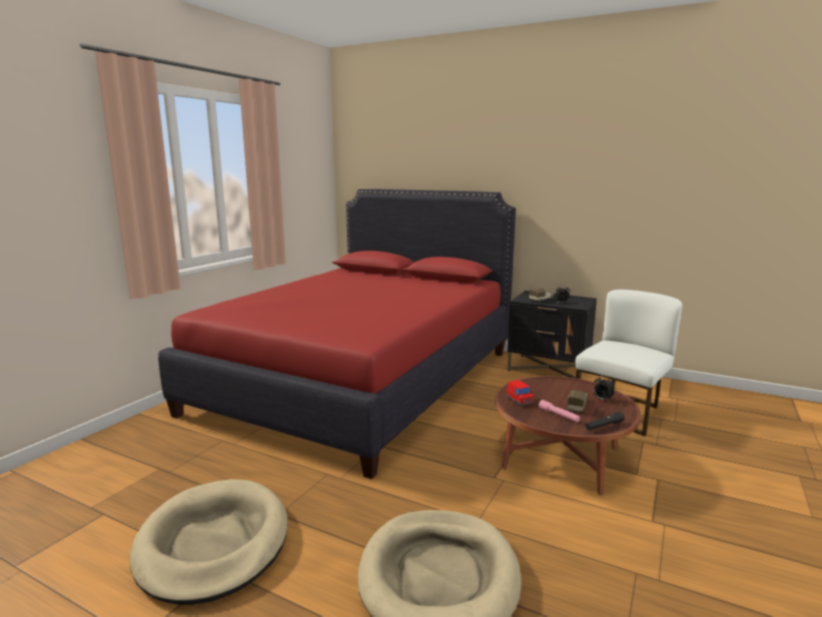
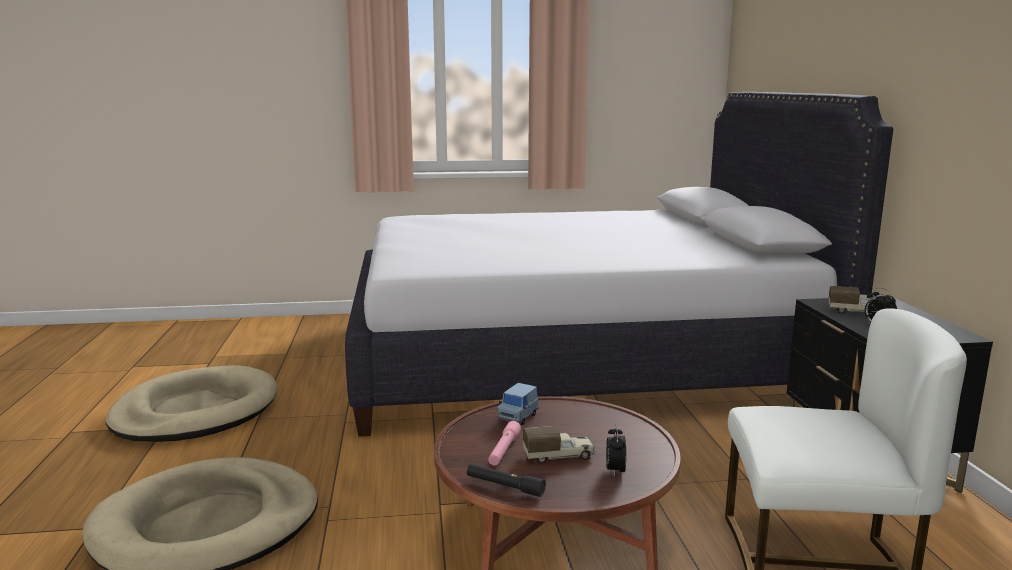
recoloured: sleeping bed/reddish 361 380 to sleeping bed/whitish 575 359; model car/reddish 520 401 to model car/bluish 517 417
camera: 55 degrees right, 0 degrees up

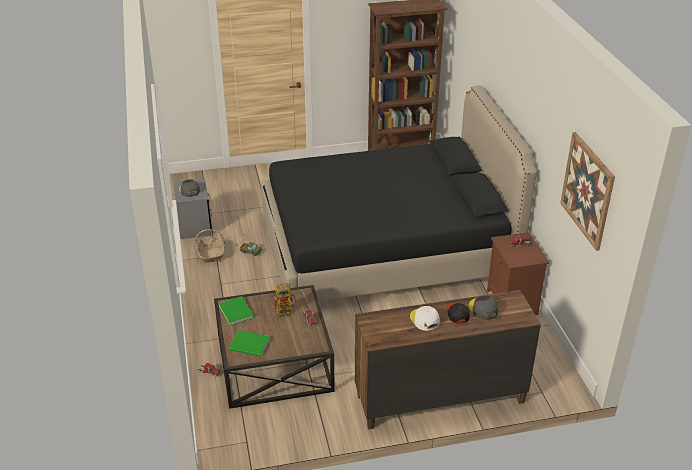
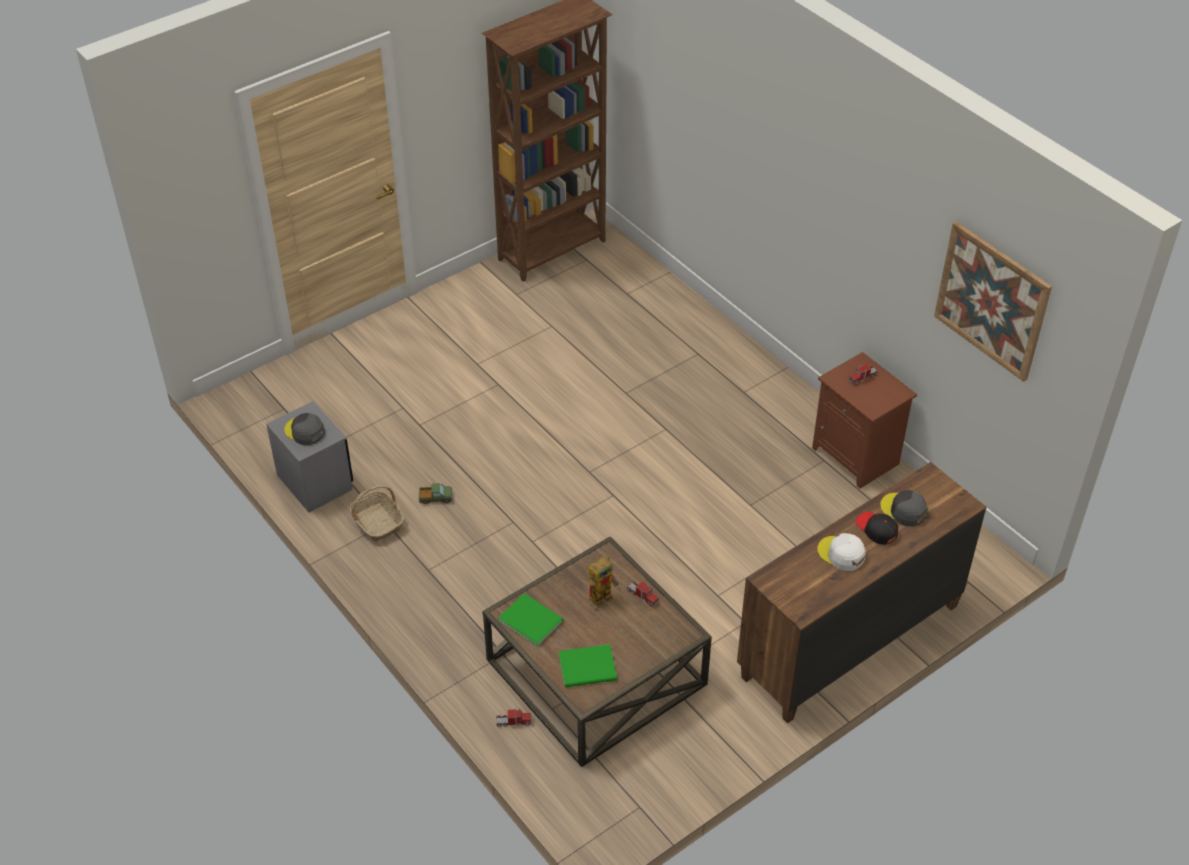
removed: sleeping bed/blackish 385 248
camera: 25 degrees left, 10 degrees up

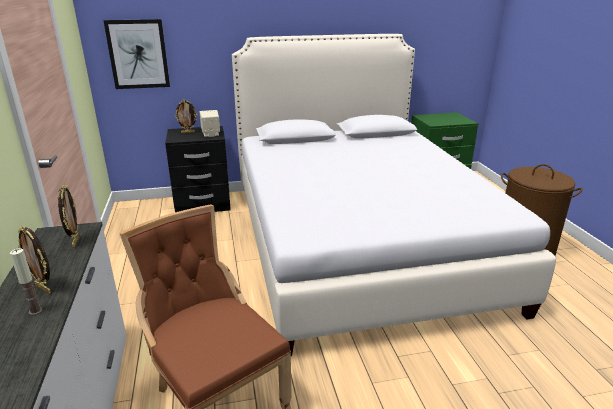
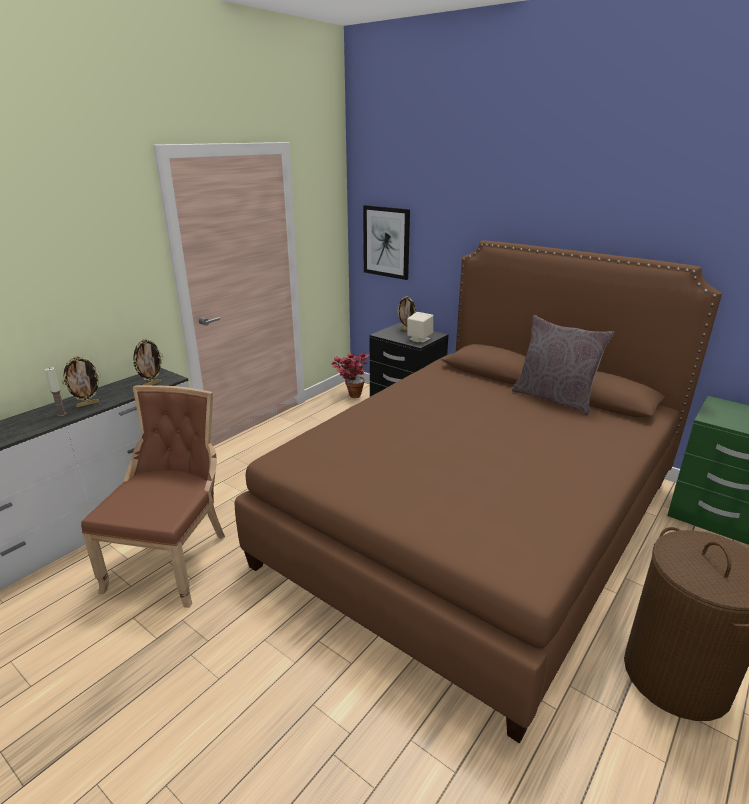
added: houseplant 350 395; pillow/grey 554 398
recoloured: sleeping bed/whitish 356 242 to sleeping bed/brown-coloured 476 520
turned: picture frame 44 288 = 88 404 120 degrees counterclockwise
camera: 50 degrees right, 0 degrees up

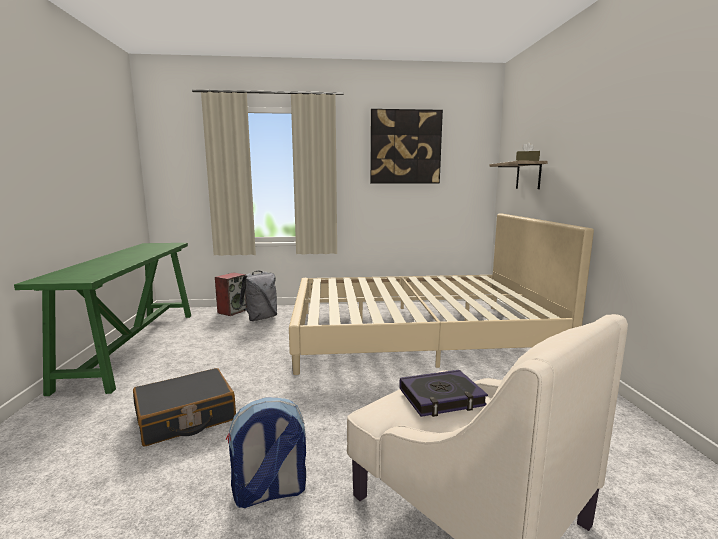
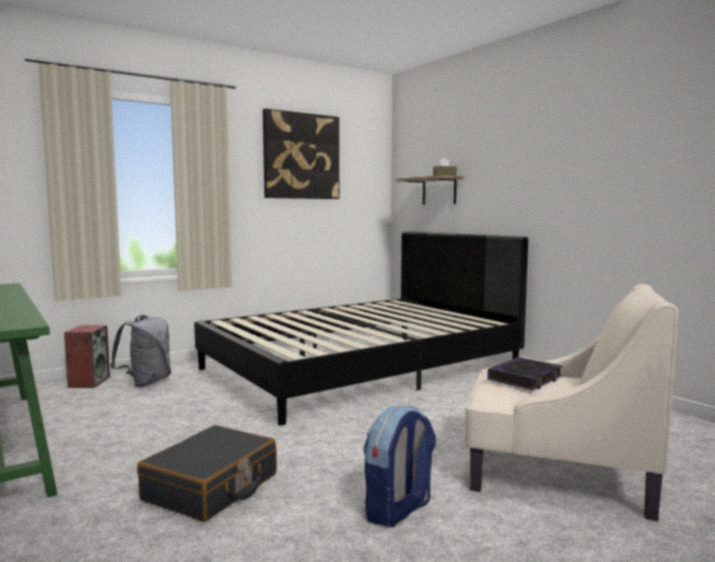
recoloured: sleeping bed/beige-coloured 416 334 to sleeping bed/blackish 360 368
camera: 30 degrees left, 5 degrees down

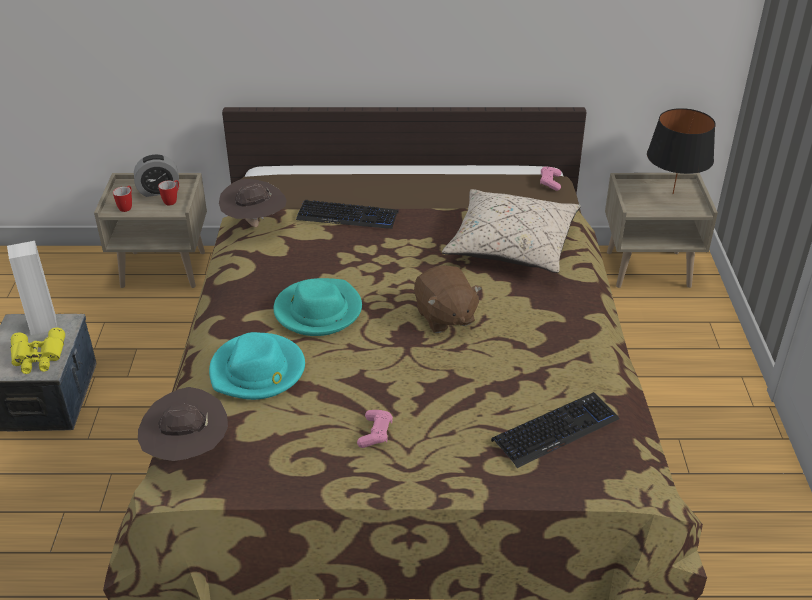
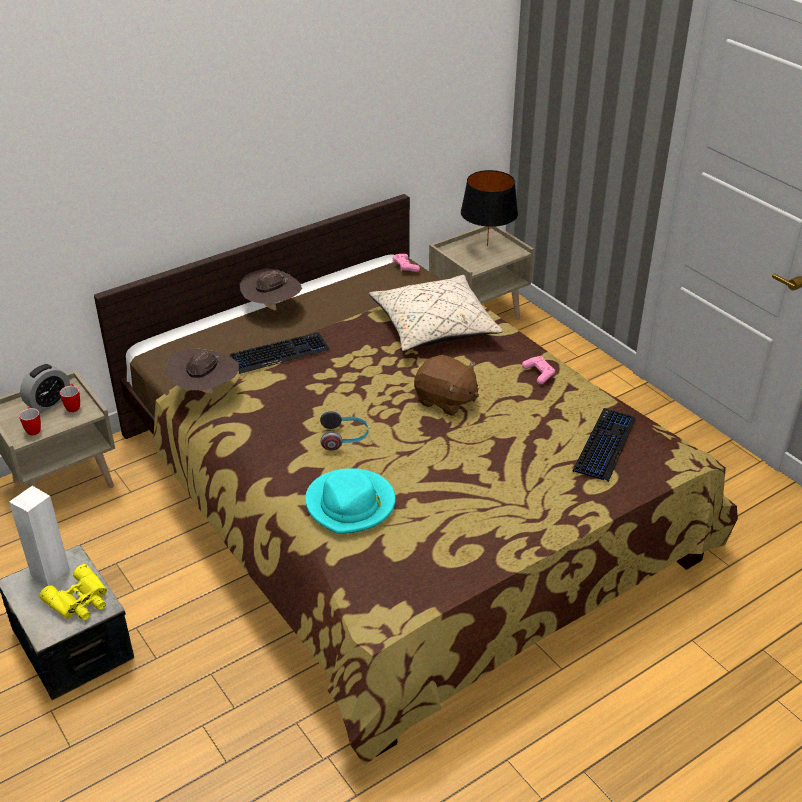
moved: clothing hat/brown-coloured 187 452 to 272 308; joypad/pink-coloured 375 433 to 539 374
replaced: clothing hat/turquoise-coloured 318 311 to headphones 344 438
camera: 35 degrees left, 0 degrees up

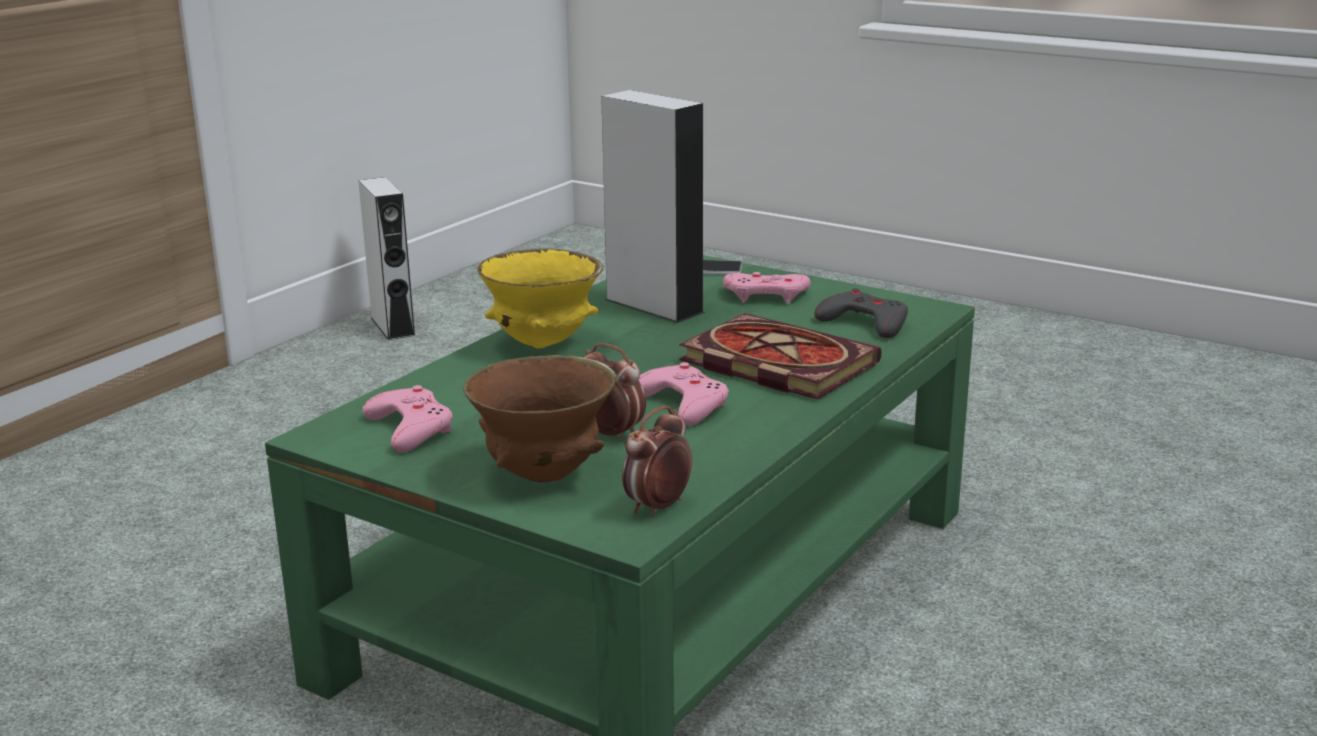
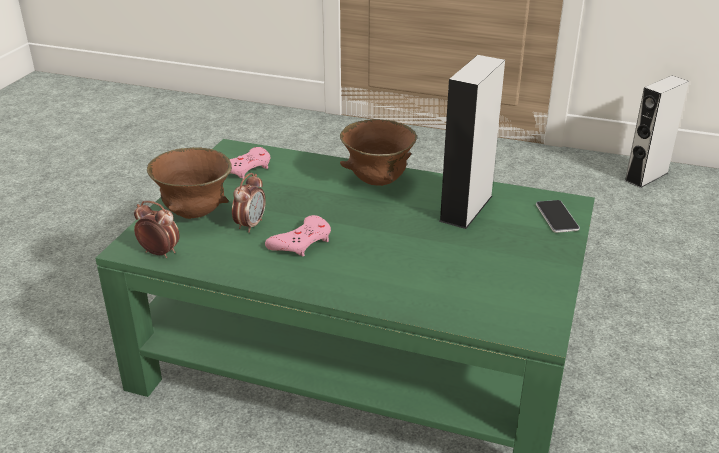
removed: bound book 773 363; joypad/pink-coloured 766 295; joypad/grey 864 323
recoloured: serving bowl/yellowish 542 344 to serving bowl/brown-coloured 377 182
camera: 75 degrees right, 10 degrees up

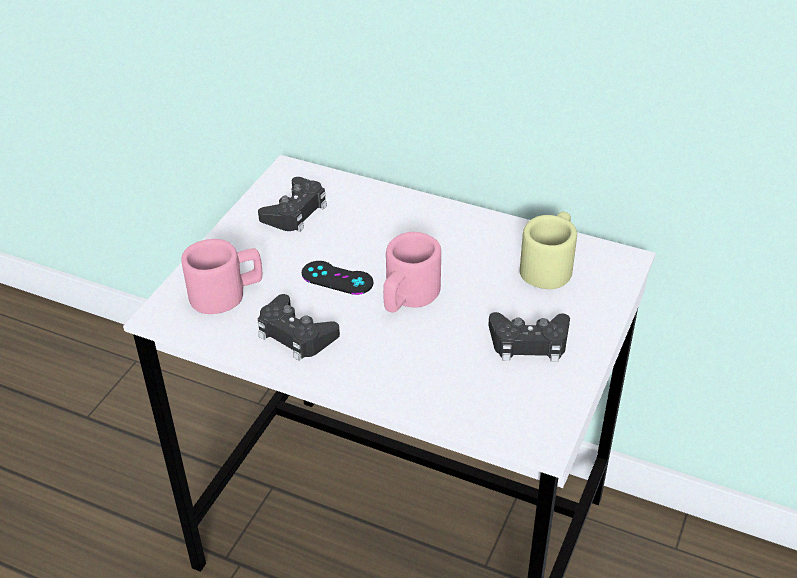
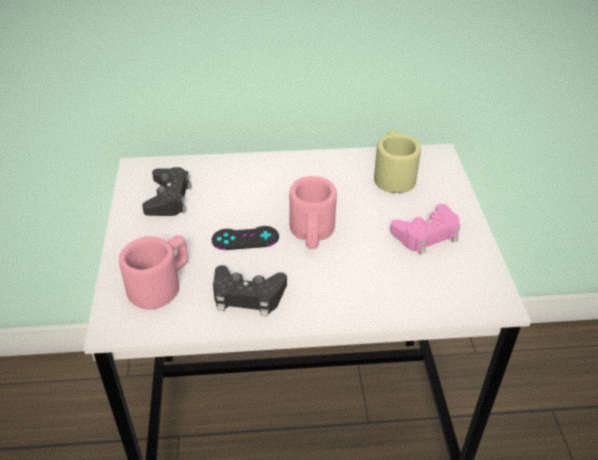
recoloured: joypad/blackish 529 342 to joypad/pink-coloured 426 234
camera: 30 degrees left, 0 degrees up

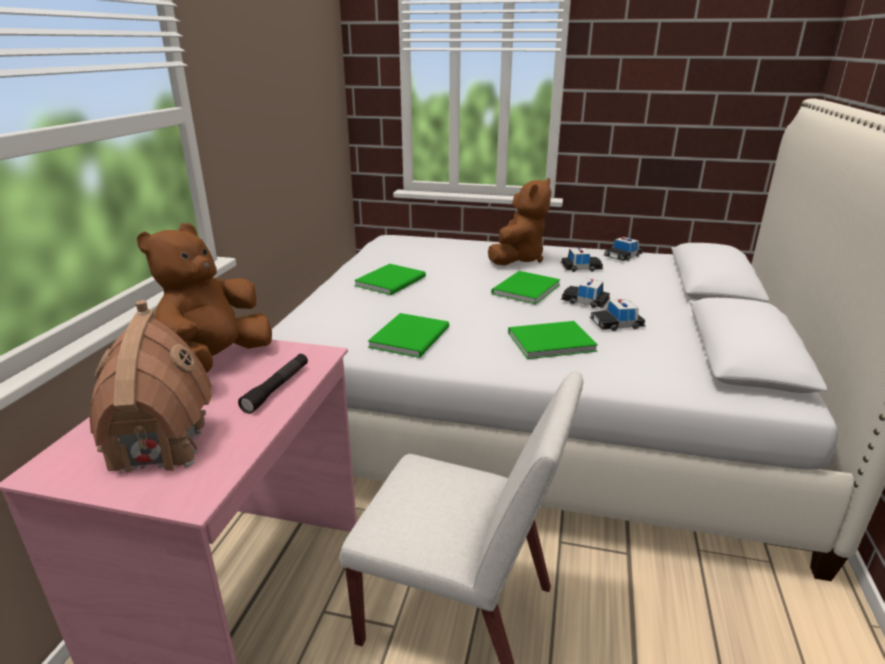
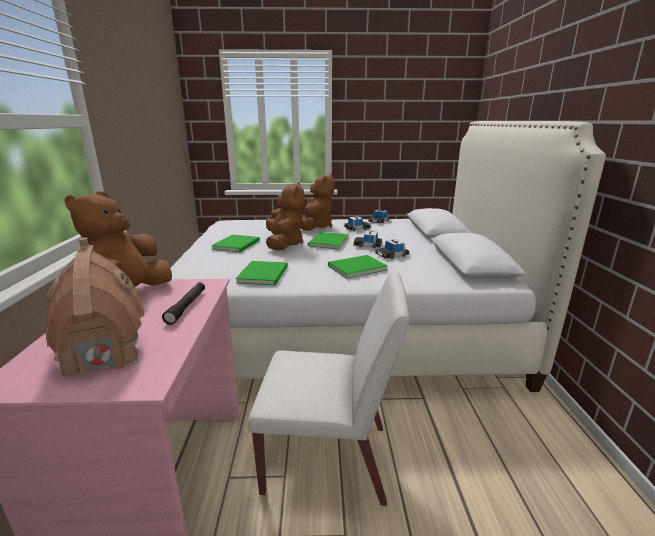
added: cuddly toy/brown-coloured 284 244
camera: 15 degrees left, 5 degrees down

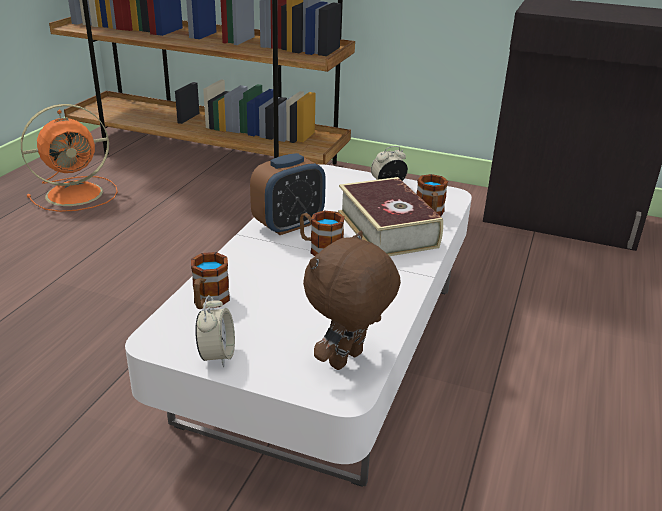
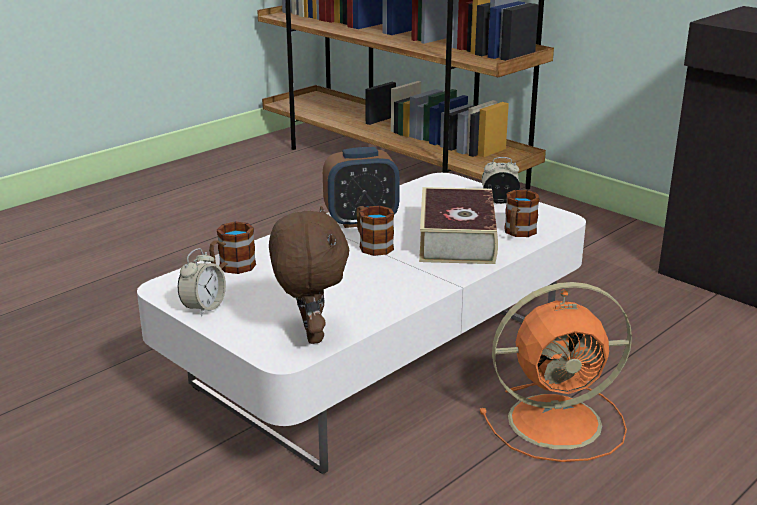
moved: fan/orangey 77 193 to 559 421
turned: cuddly toy/brown-coloured 347 361 = 309 334 105 degrees clockwise
camera: 25 degrees right, 5 degrees down

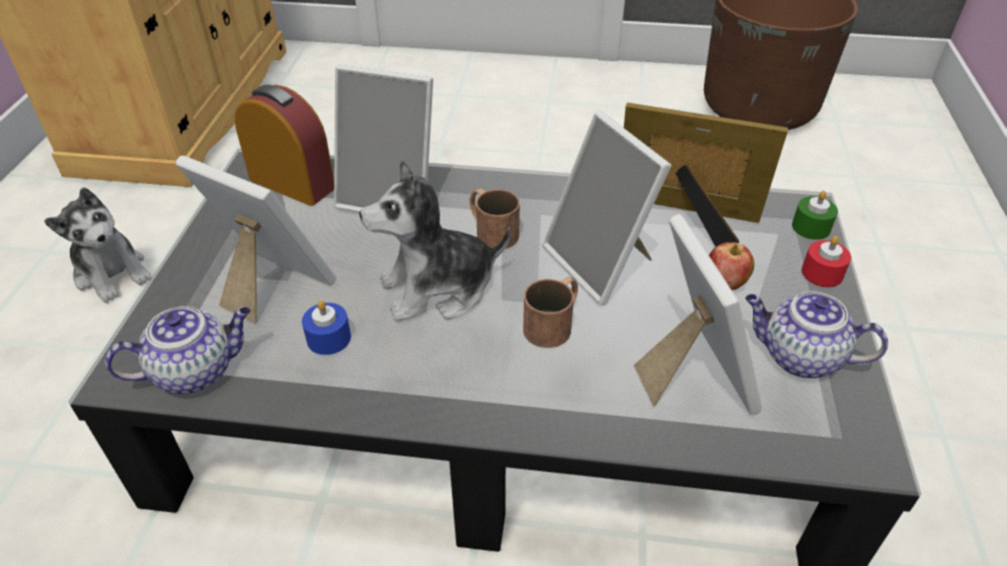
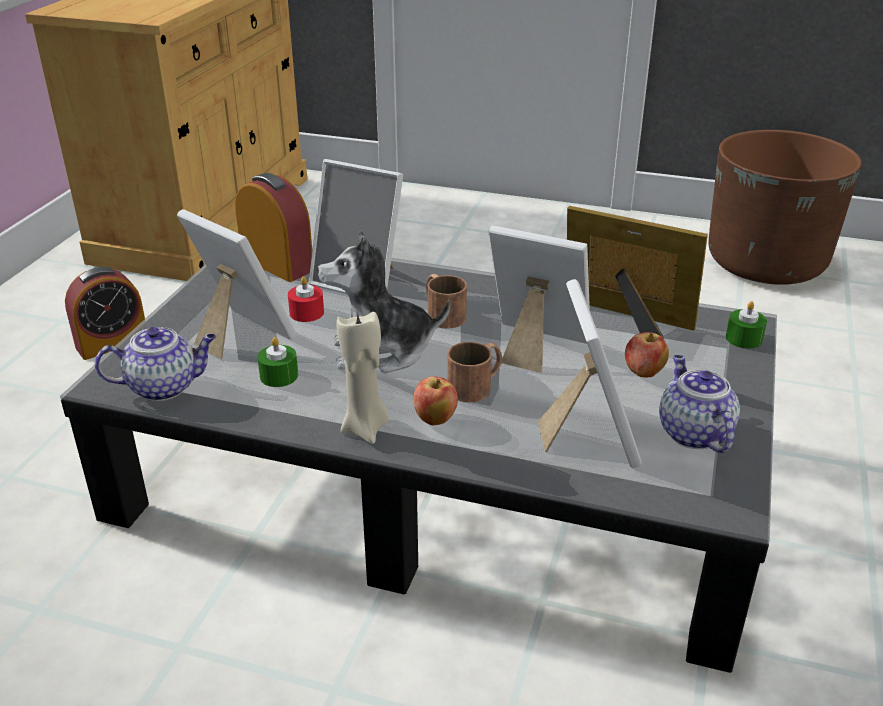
added: wax candle/beige-coloured 366 428; apple 435 419
moved: wax candle/reddish 822 273 to 306 313
replaced: cuddly toy 112 273 to bedside clock 112 343
recoloured: wax candle/bluish 329 338 to wax candle/greenish 279 376
turned: picture frame 601 263 = 534 347 135 degrees clockwise; tea pot 799 357 = 692 433 45 degrees clockwise
camera: 10 degrees right, 10 degrees down

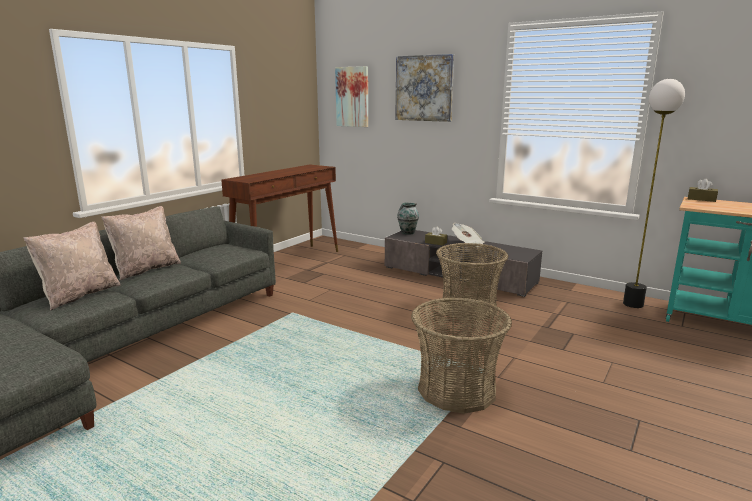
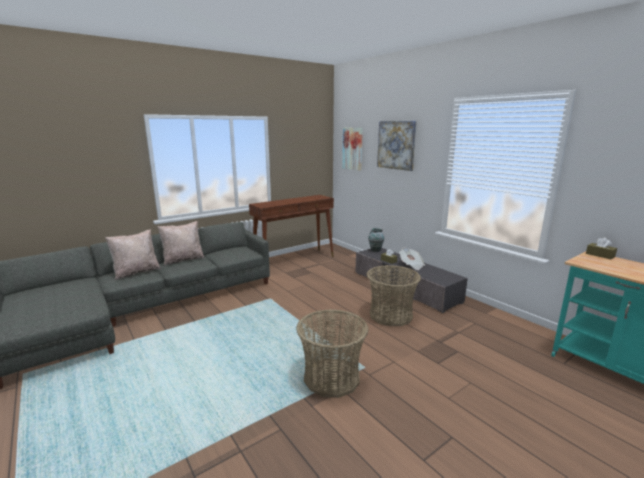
removed: floor lamp 633 304
camera: 20 degrees right, 0 degrees up

